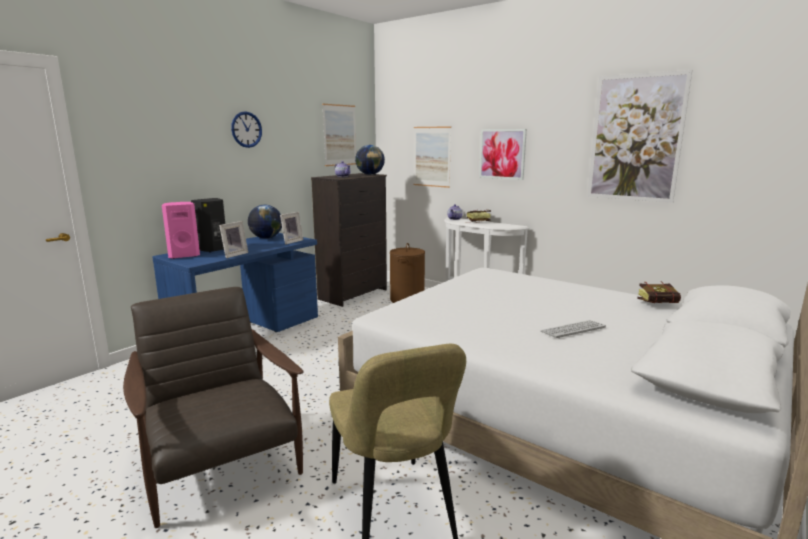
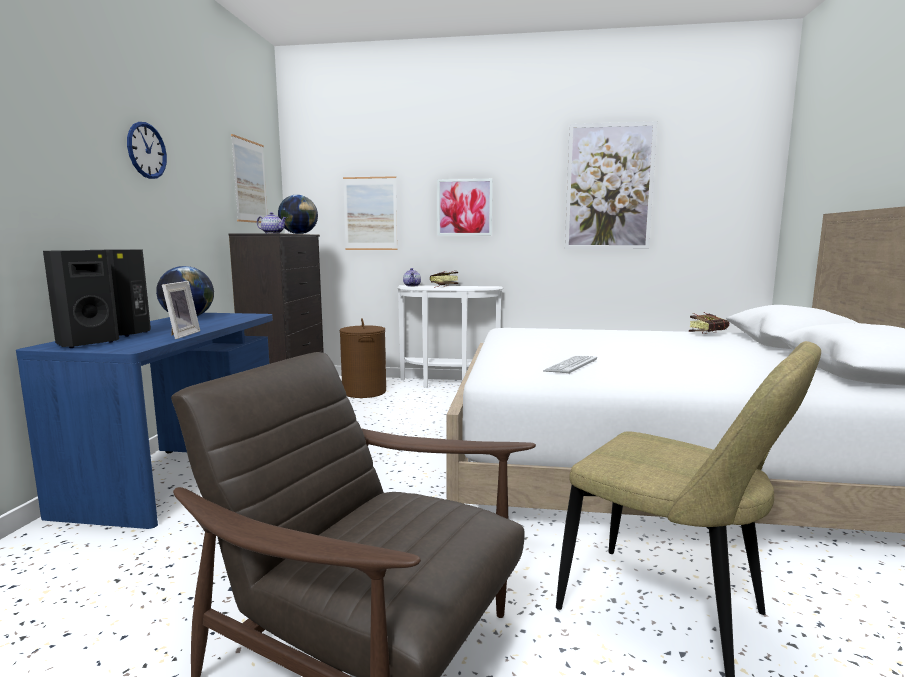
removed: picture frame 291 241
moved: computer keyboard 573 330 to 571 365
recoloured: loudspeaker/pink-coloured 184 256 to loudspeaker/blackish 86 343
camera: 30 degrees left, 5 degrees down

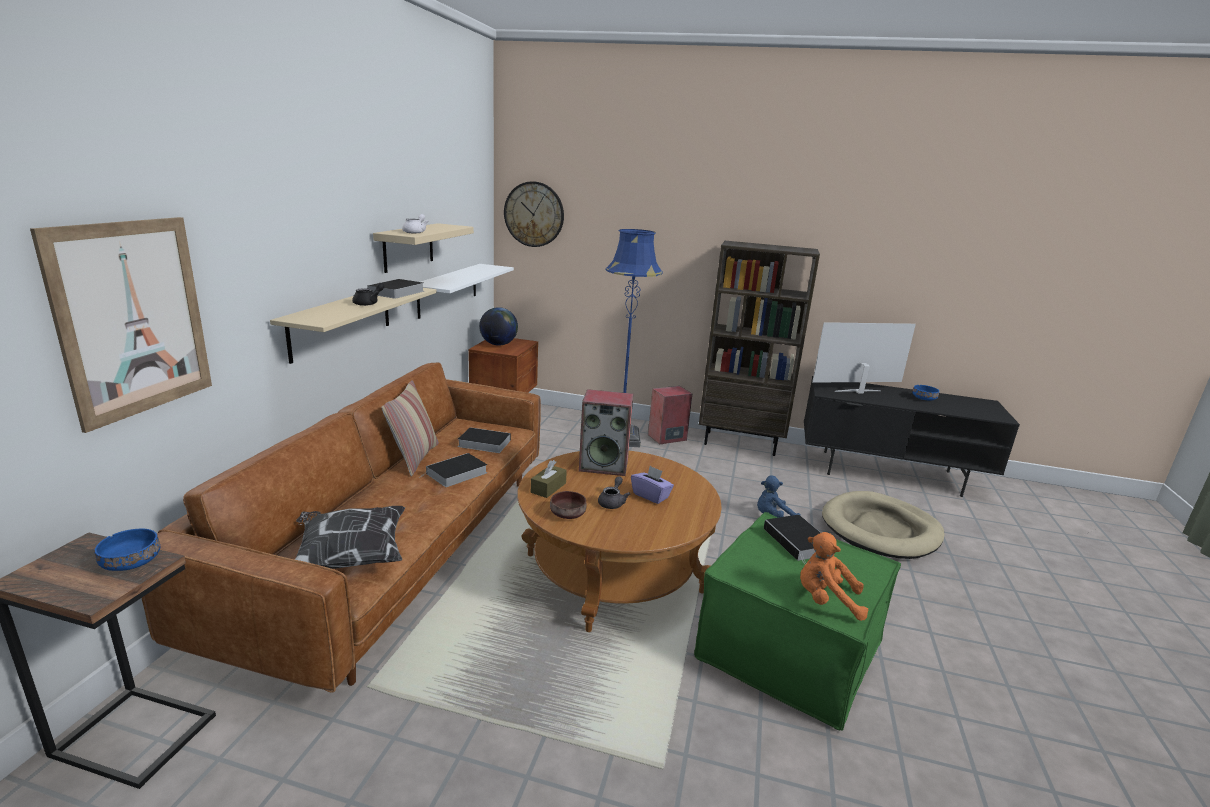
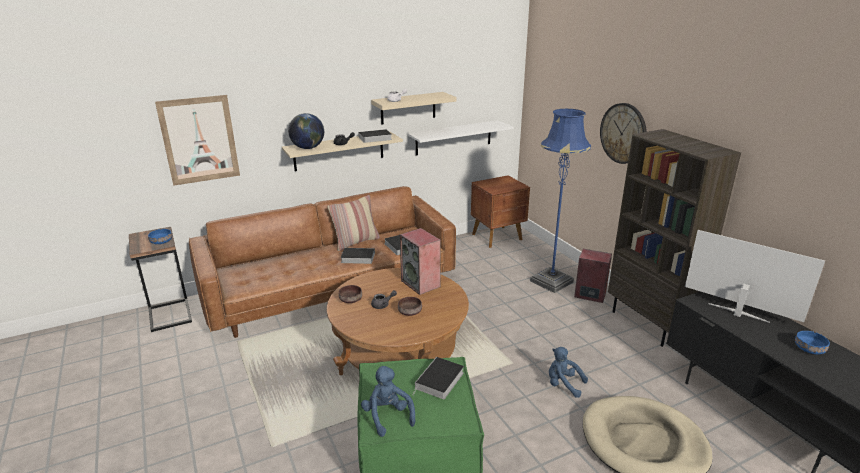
removed: pillow 350 556; tissue box/brown-coloured 548 488
moved: world globe 498 344 to 308 148; clock on the wall 534 214 to 623 133
replaced: tissue box/purple-coloured 651 495 to serving bowl/brown-coloured 409 312
recoloured: cuddly toy/orangey 826 600 to cuddly toy/bluish 387 416
camera: 50 degrees right, 5 degrees up

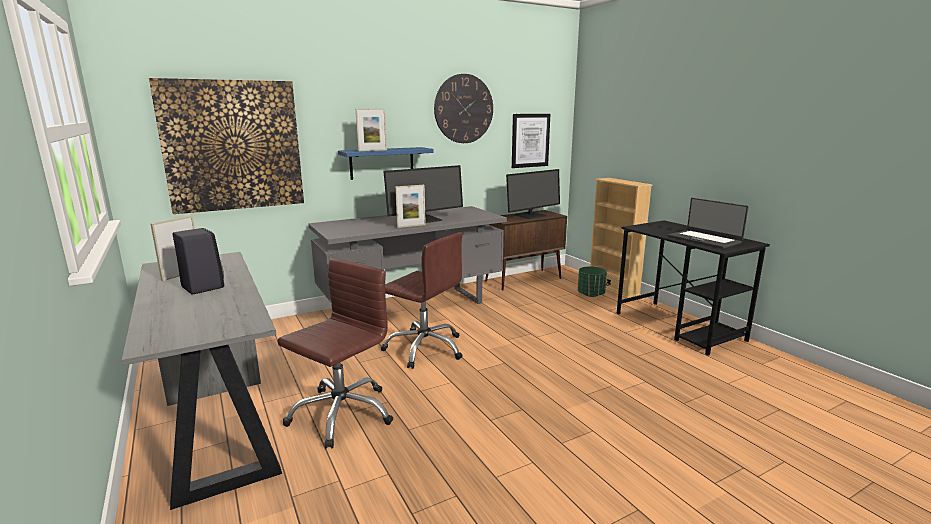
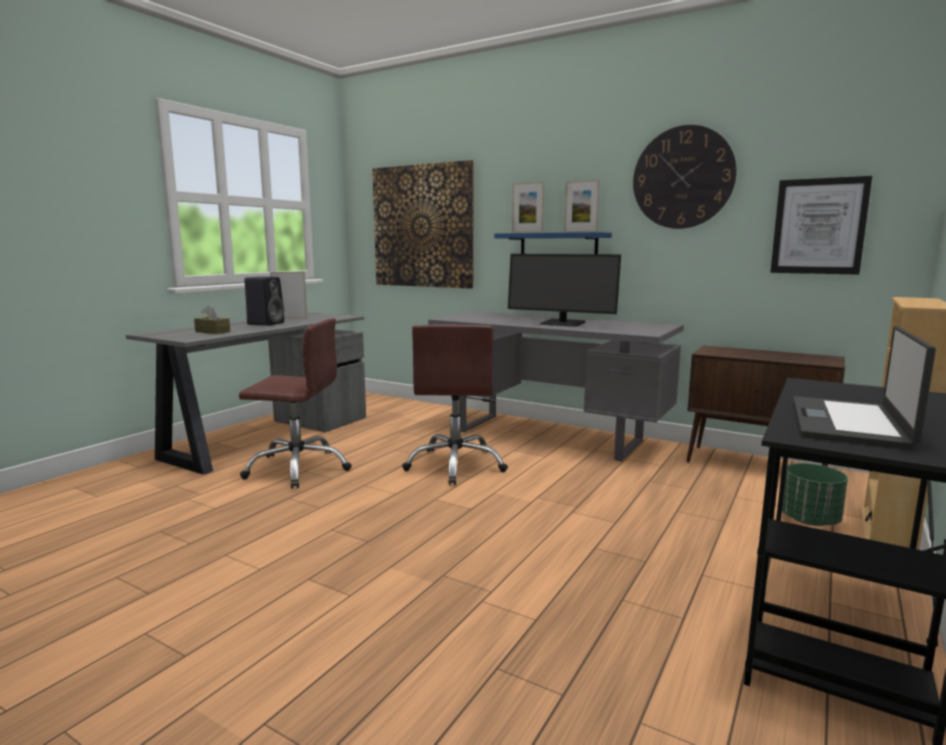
removed: monitor 530 215
added: tissue box/brown-coloured 212 332
moved: picture frame 411 226 to 580 232
camera: 60 degrees right, 5 degrees down

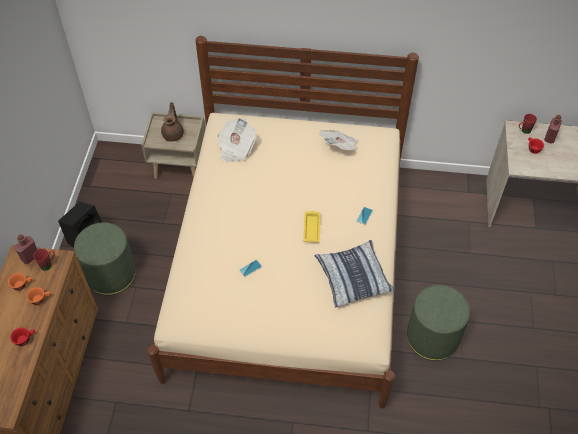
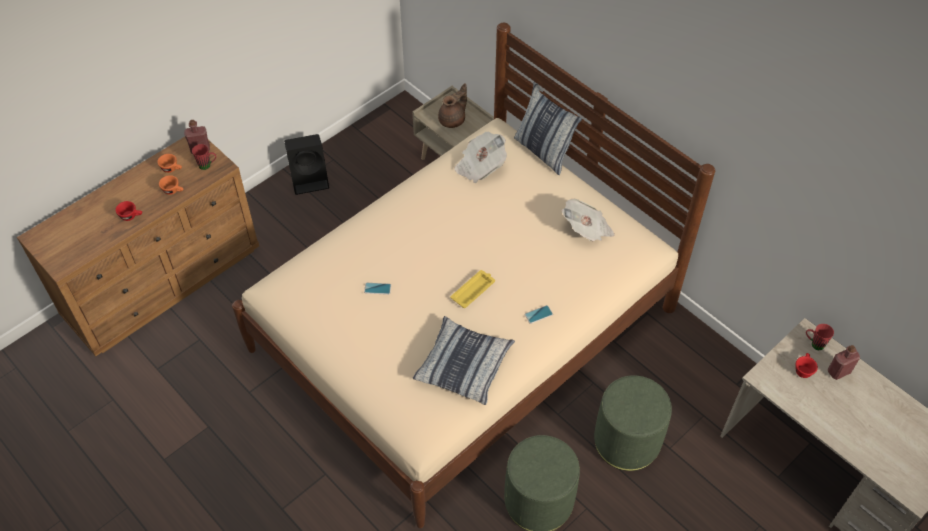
added: pillow 543 151
moved: pouffe/greenish 111 274 to 627 441
camera: 40 degrees right, 0 degrees up

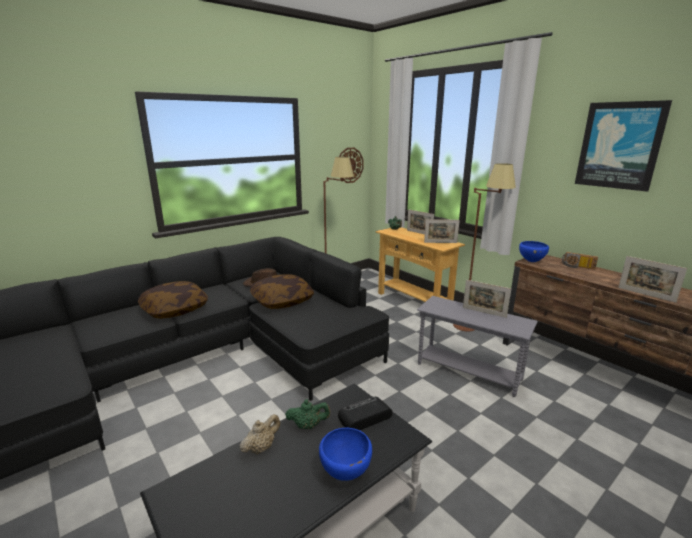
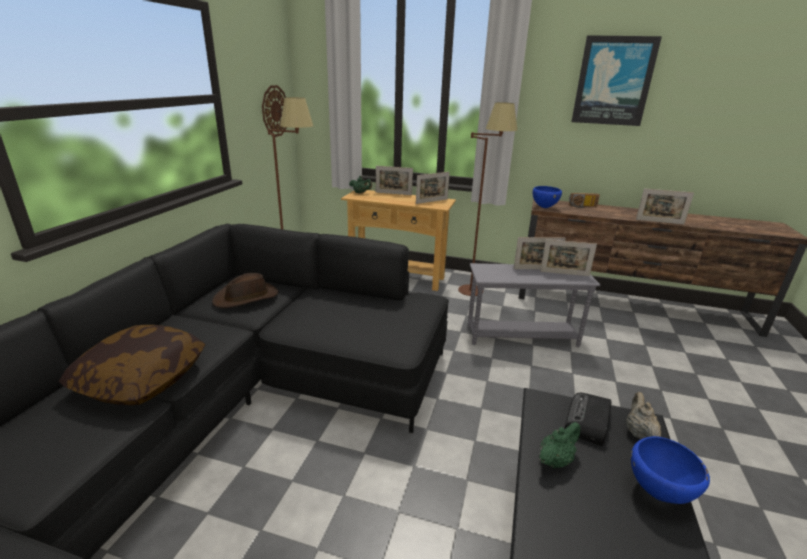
removed: pillow 282 301
added: picture frame 564 273
moved: tea pot/beige-coloured 261 447 to 638 433
camera: 35 degrees left, 5 degrees up

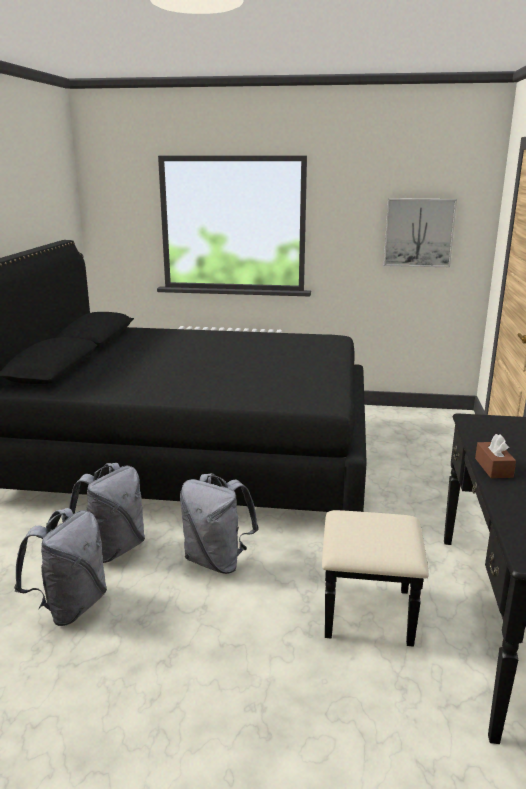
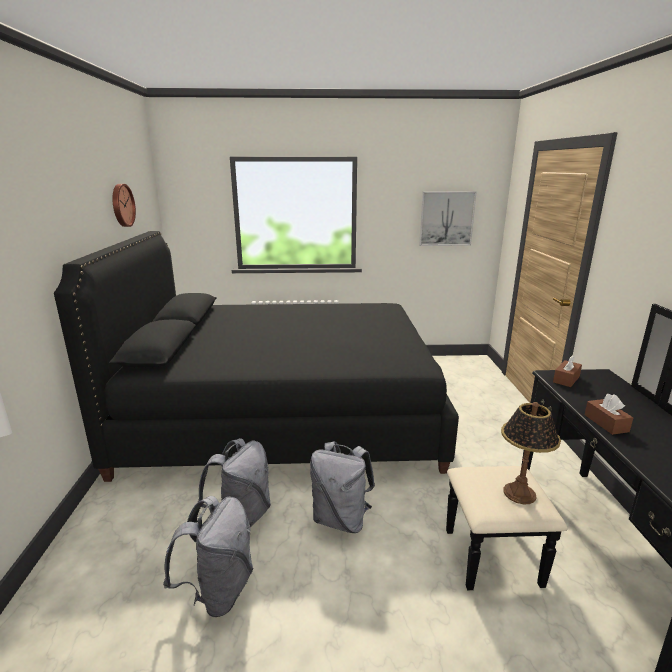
added: clock on the wall 121 205; table lamp 520 493; tissue box/brown-coloured 566 379
camera: 10 degrees left, 0 degrees up

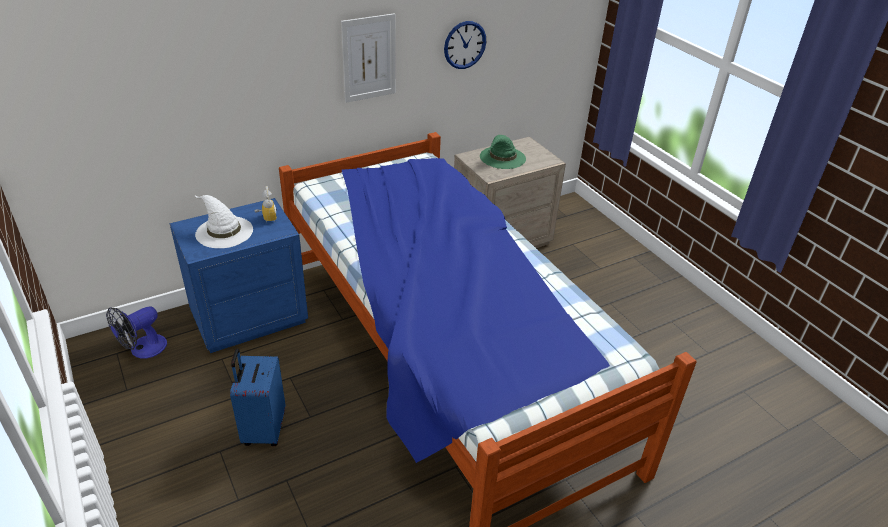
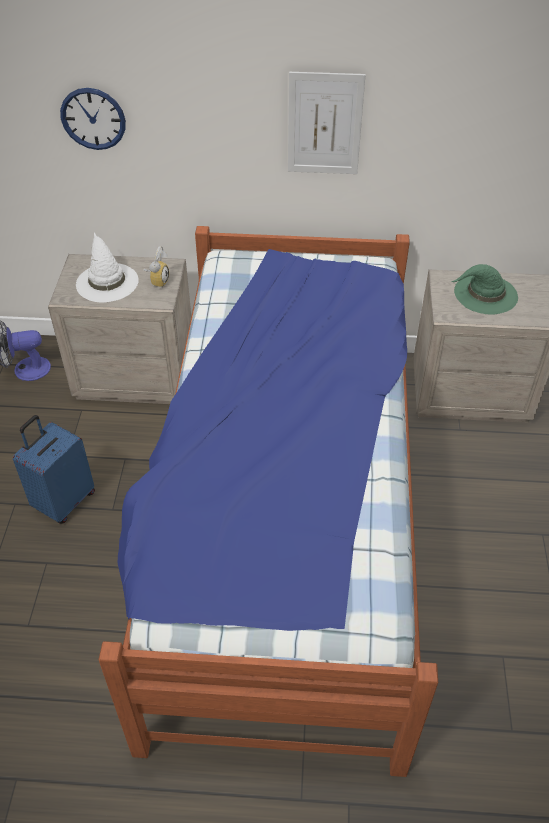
moved: clock on the wall 465 45 to 93 119
recoloured: night table/bluish 249 317 to night table/beige-coloured 136 375
camera: 35 degrees right, 10 degrees up

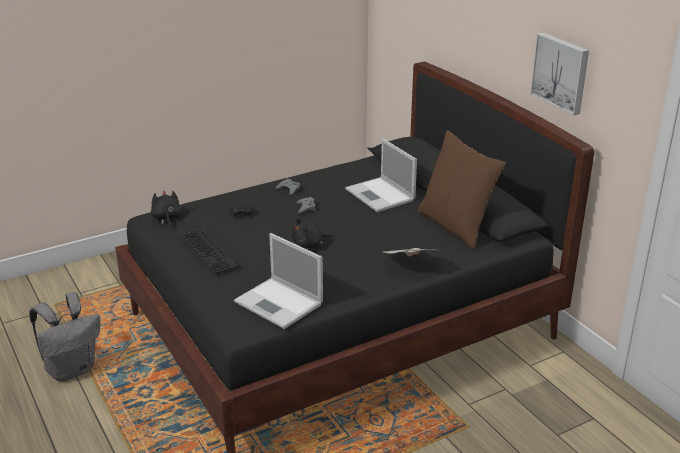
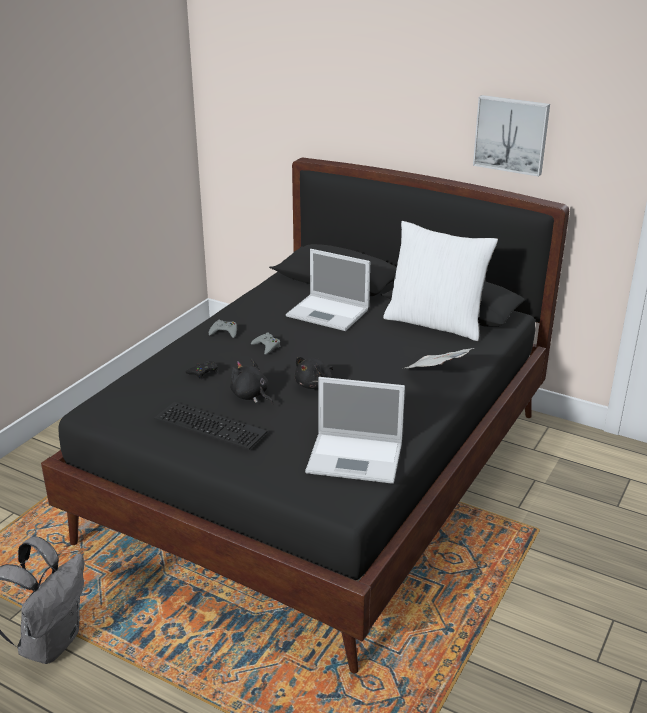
moved: cuddly toy/blackish 166 218 to 251 396
recoloured: pillow/brown-coloured 456 225 to pillow/whitish 435 323
camera: 30 degrees left, 0 degrees up

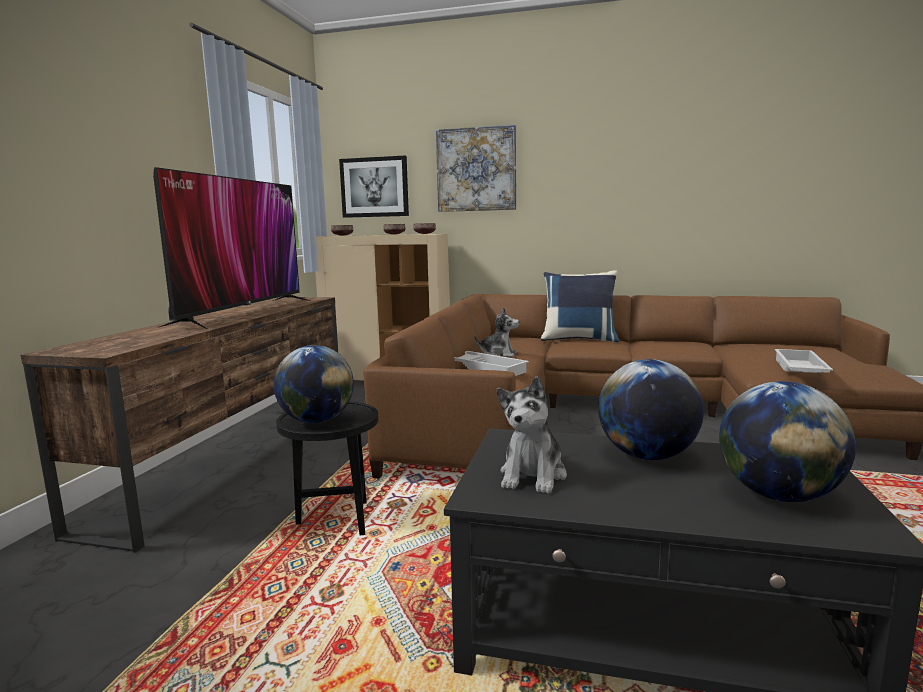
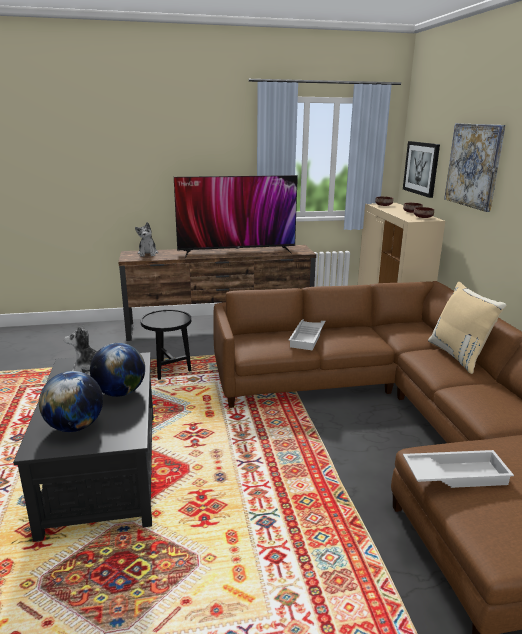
removed: world globe 317 421
moved: cuddly toy 498 354 to 148 253
recoloured: pillow/bluish 579 339 to pillow/beige-coloured 459 356
camera: 65 degrees right, 10 degrees up

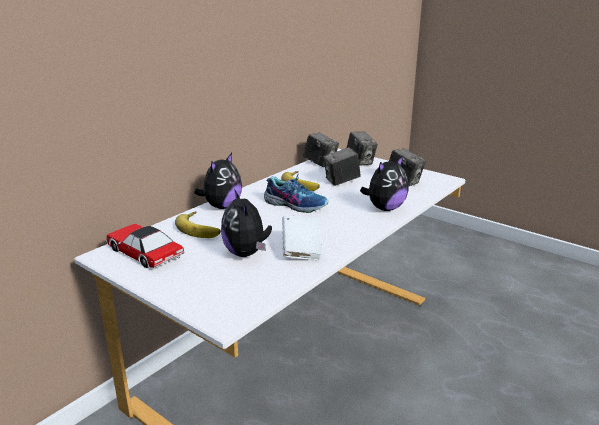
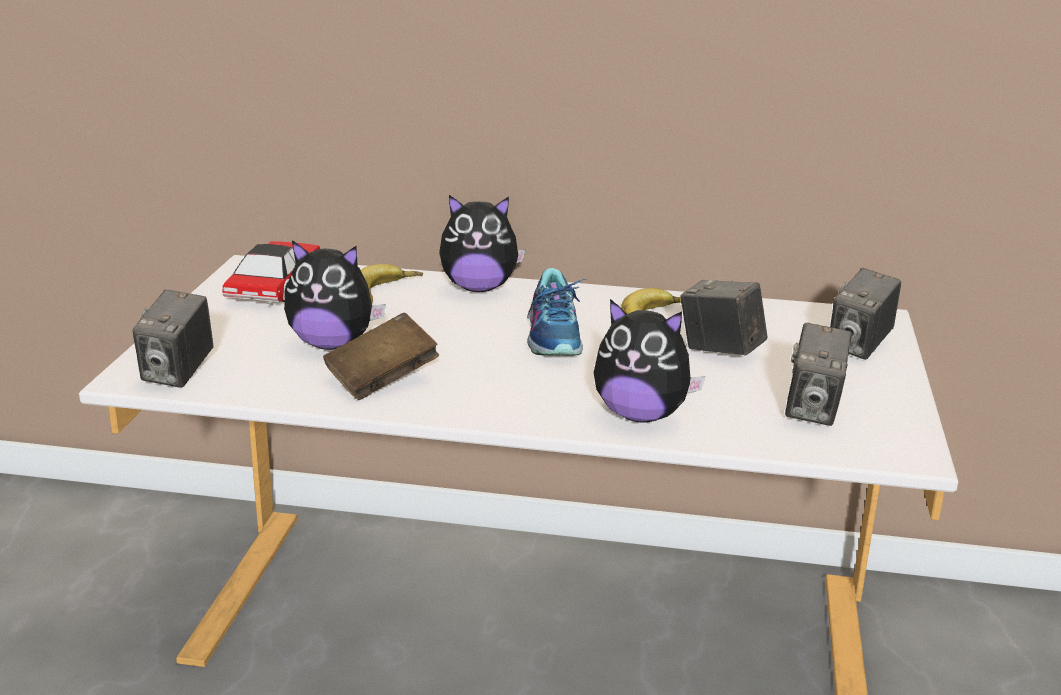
moved: photo camera 320 163 to 178 374
recoloured: bound book/whitish 301 250 to bound book/brown-coloured 382 379
turned: cuddly toy 246 253 = 332 344 120 degrees counterclockwise
camera: 60 degrees right, 0 degrees up

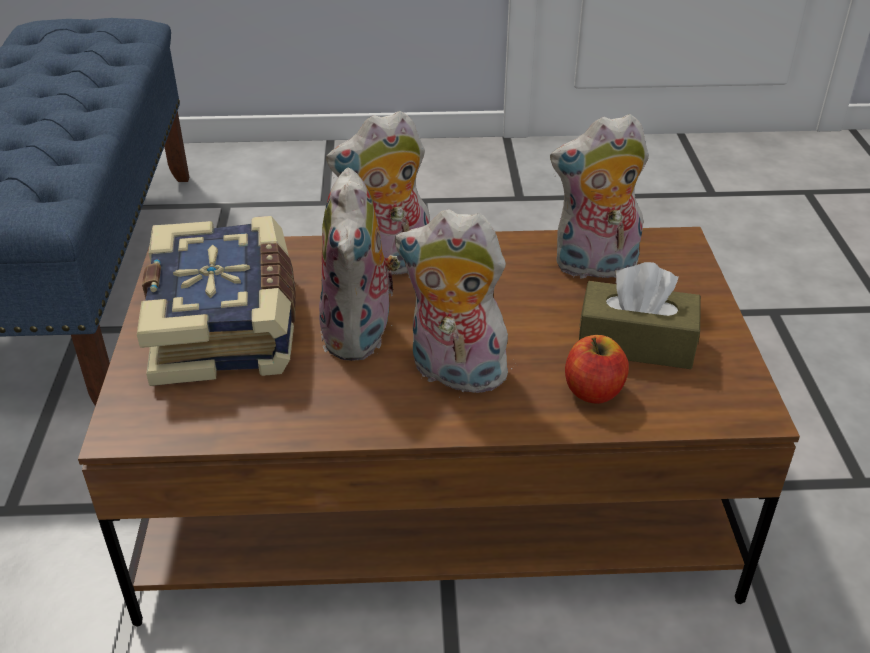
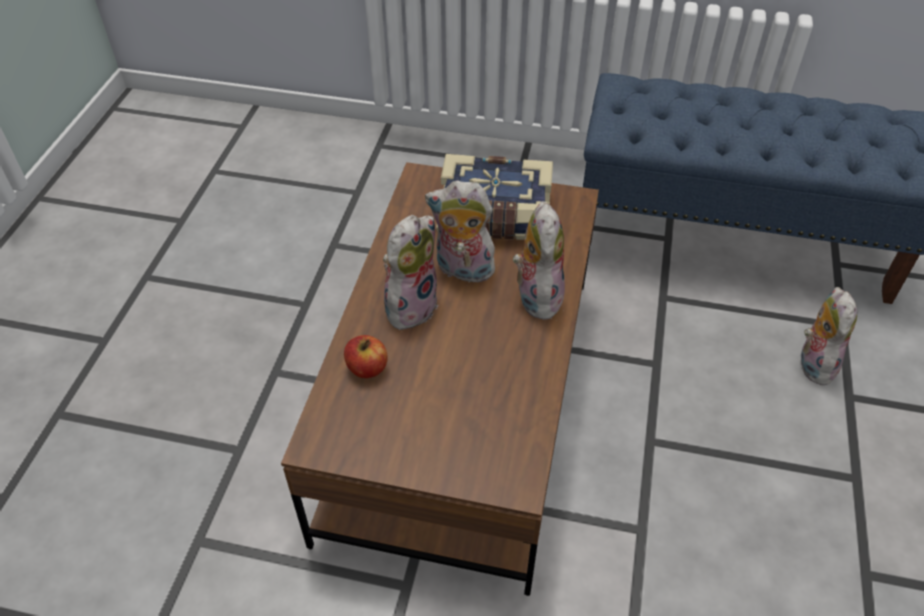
removed: tissue box/brown-coloured 635 343
moved: cuddly toy 594 268 to 813 363
camera: 105 degrees right, 10 degrees up

